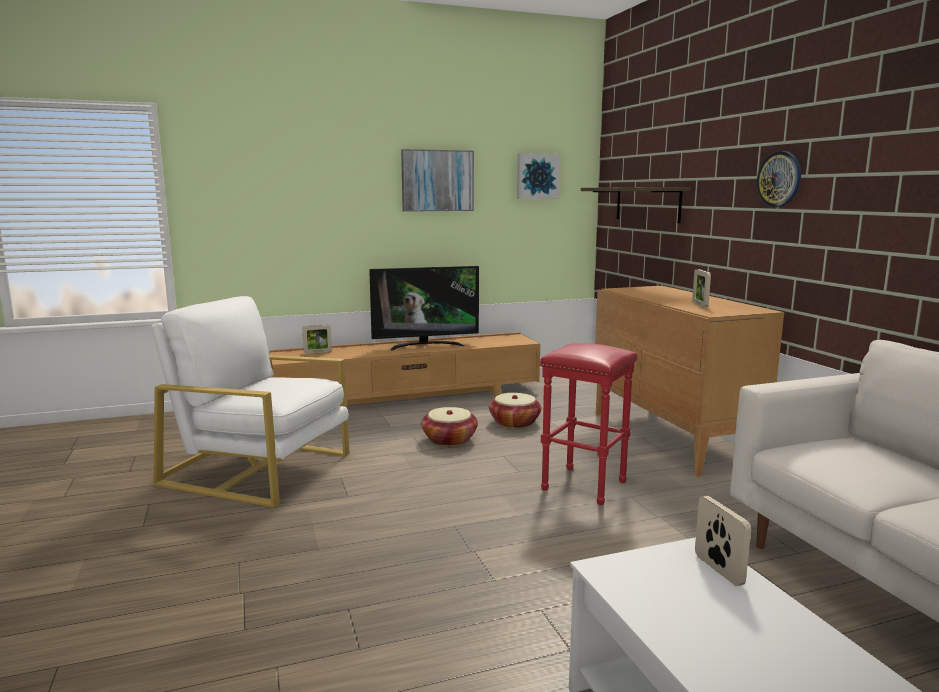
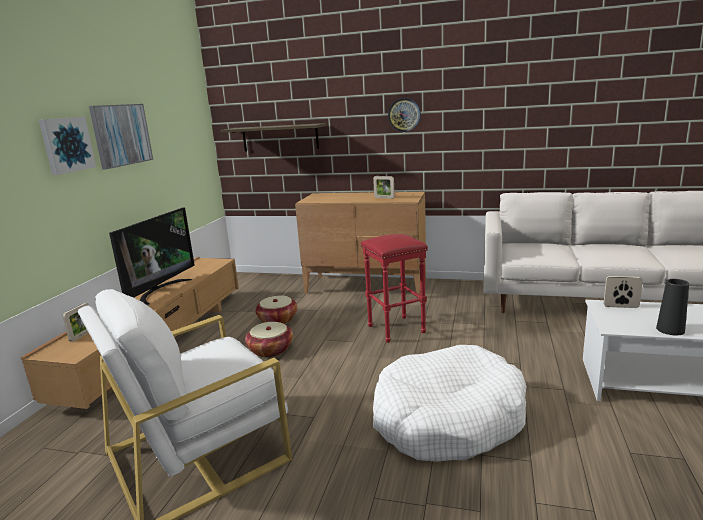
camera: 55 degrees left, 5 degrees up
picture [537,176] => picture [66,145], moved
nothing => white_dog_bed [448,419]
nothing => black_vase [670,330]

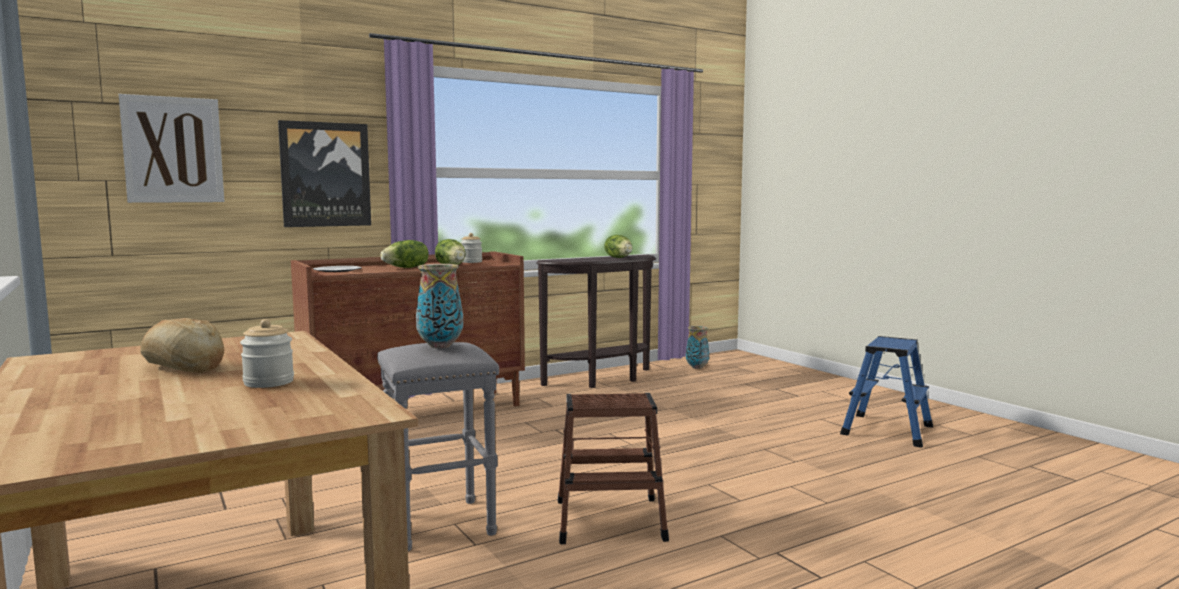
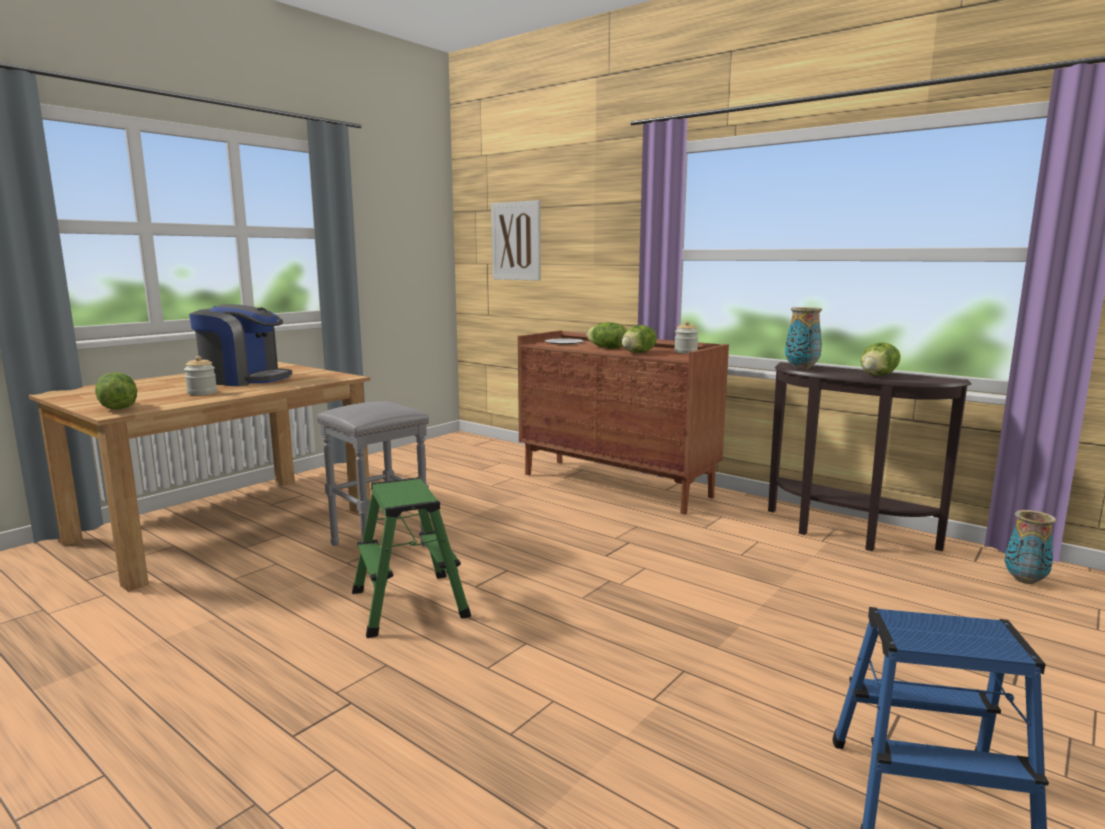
camera: 70 degrees right, 5 degrees up
bread [183,368] => coffee_machine [244,380]
picture [325,174] => nothing
vase [441,346] => vase [802,368], moved
brown_step_ladder [609,519] => green_step_ladder [409,603]
nothing => lettuce [117,408]

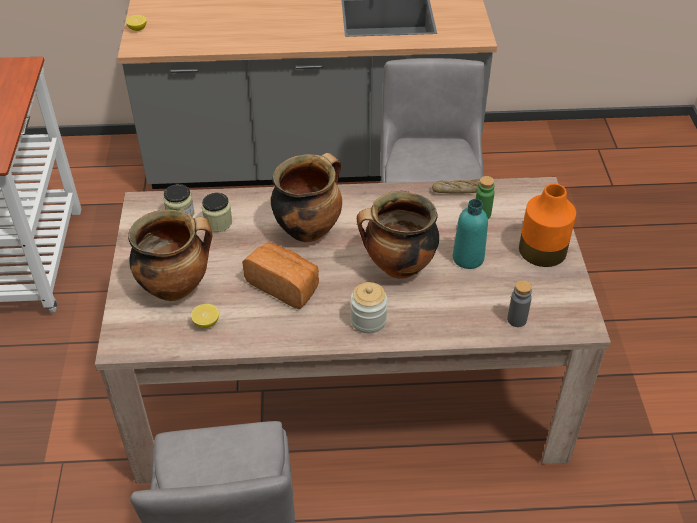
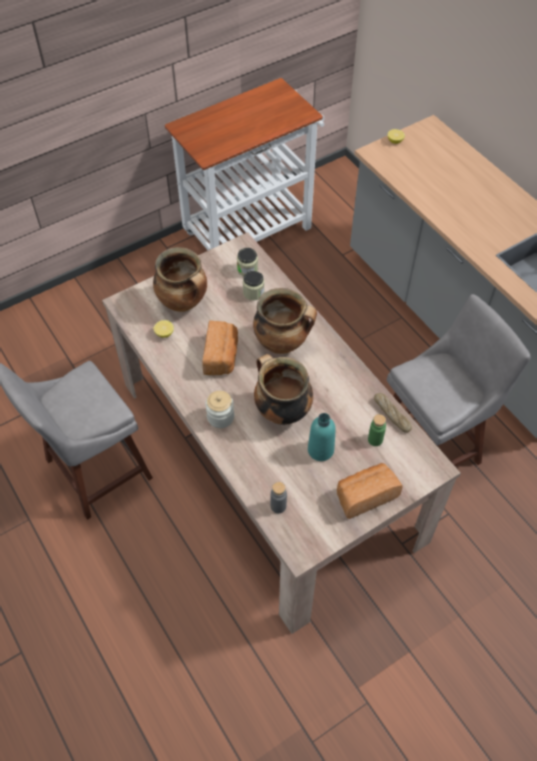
camera: 60 degrees right, 10 degrees up
orange_vase [543,249] => bread [365,495]

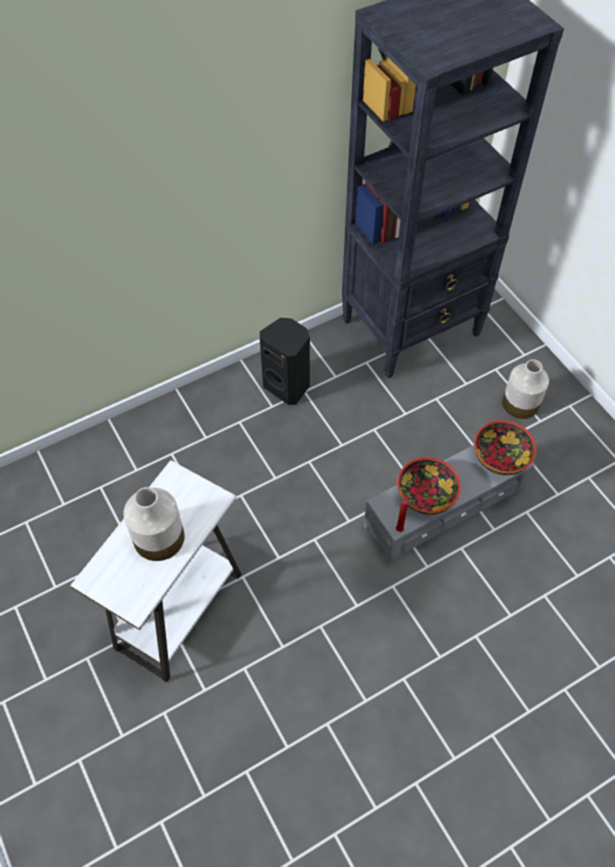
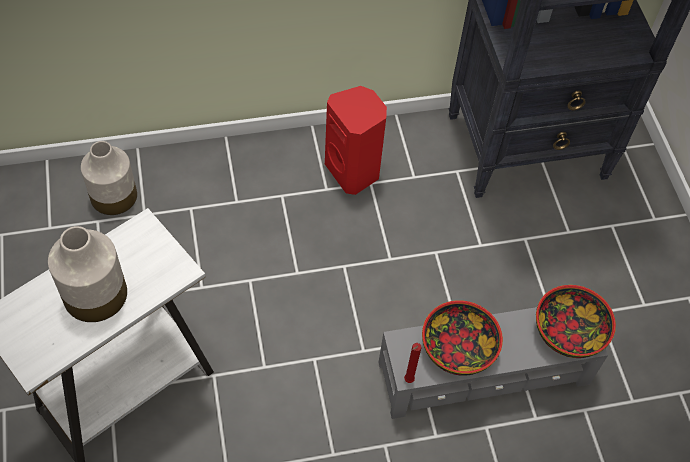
camera: 15 degrees right, 0 degrees up
black_speaker [288,385] => red_speaker [354,171]
beige_vase [521,403] => beige_vase [114,195], moved

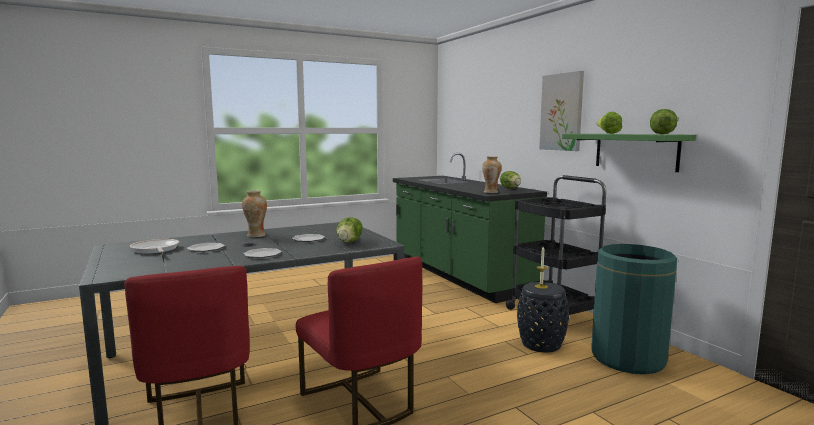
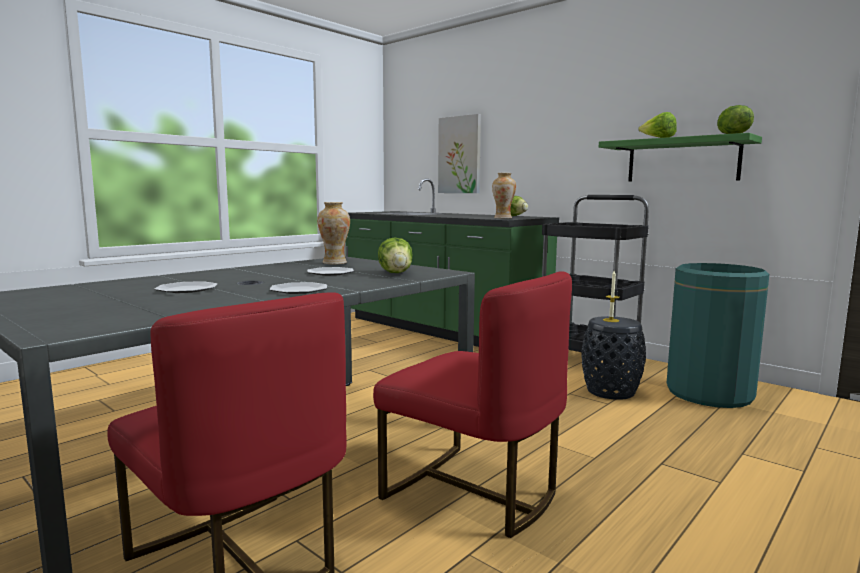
camera: 20 degrees left, 0 degrees up
frying_pan [155,250] => nothing
vase [256,235] => vase [334,263], moved
picture [562,112] => picture [460,155], moved

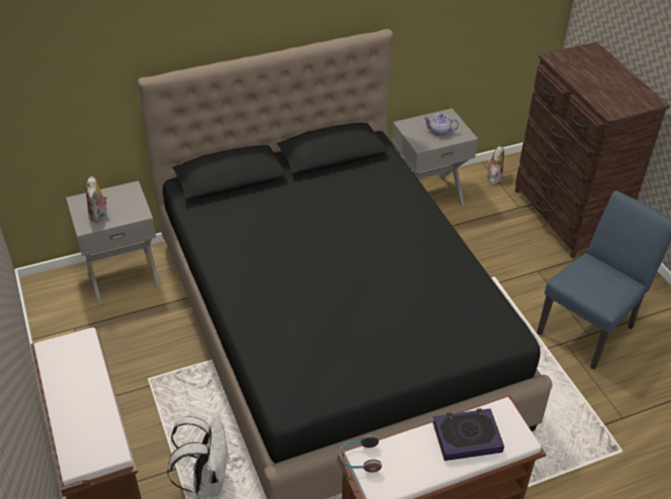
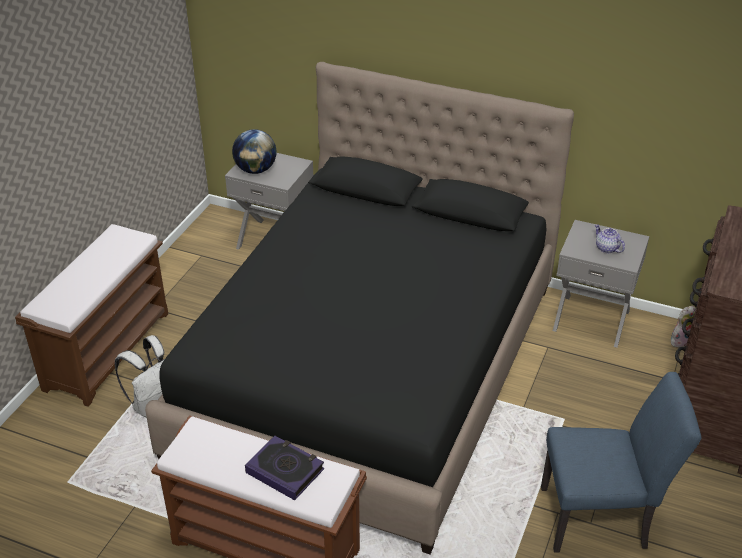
camera: 45 degrees right, 5 degrees down
plush_toy [99,215] => globe [256,170]
headphones [359,459] => nothing

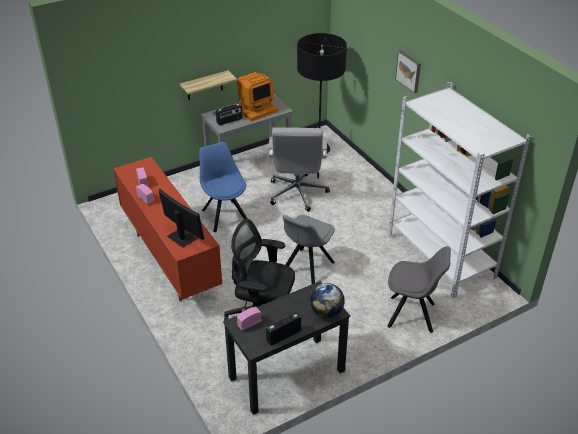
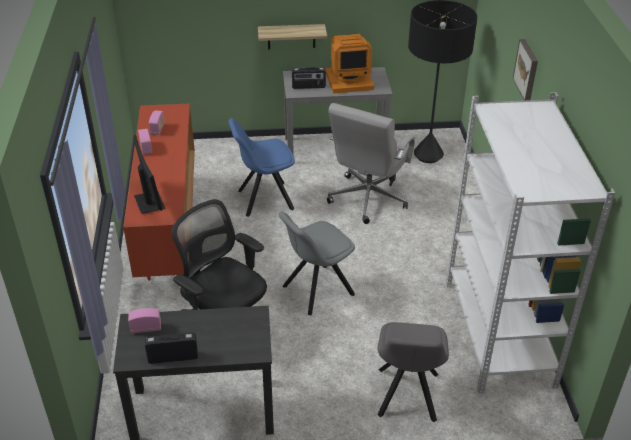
camera: 25 degrees right, 0 degrees up
blue_chair [224,216] => blue_chair [265,199], 105 degrees counterclockwise
globe [326,312] => nothing
grey_chair [412,315] => grey_chair [407,395], 60 degrees clockwise

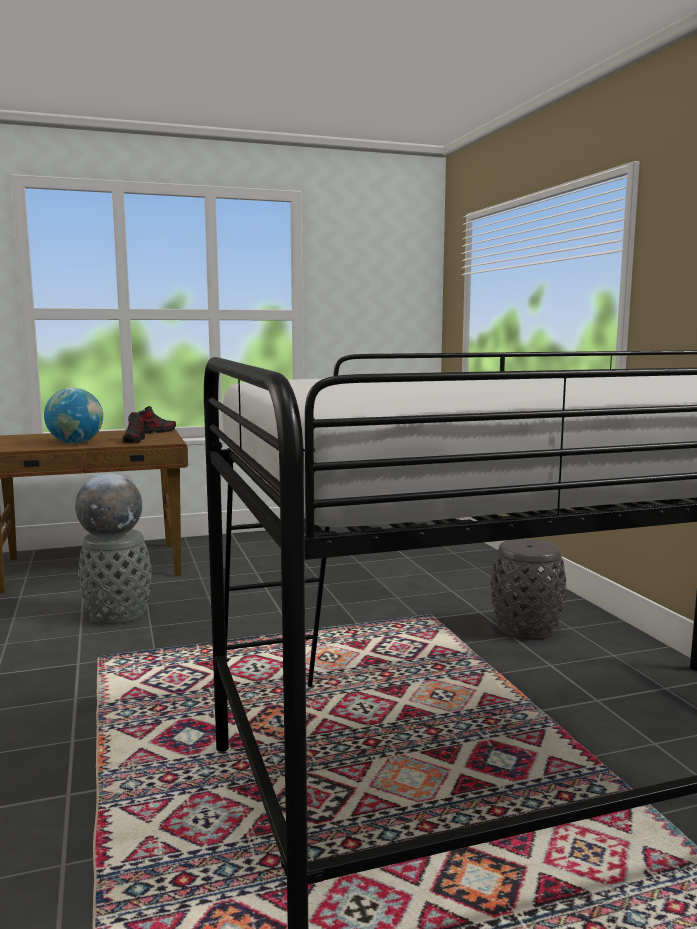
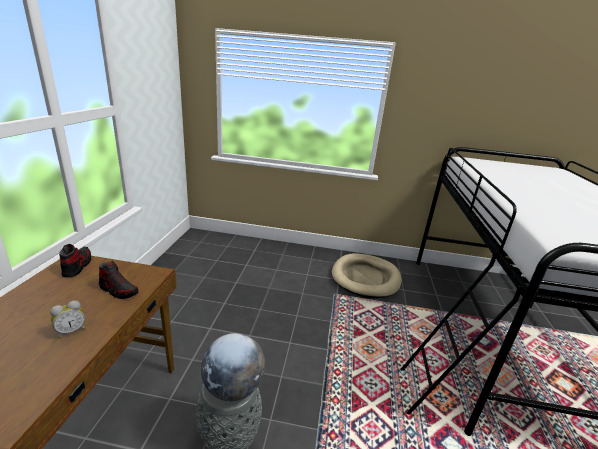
camera: 65 degrees left, 15 degrees up
globe [76,443] => alarm_clock [71,331]
grey_stool [526,629] => beige_dog_bed [365,278]

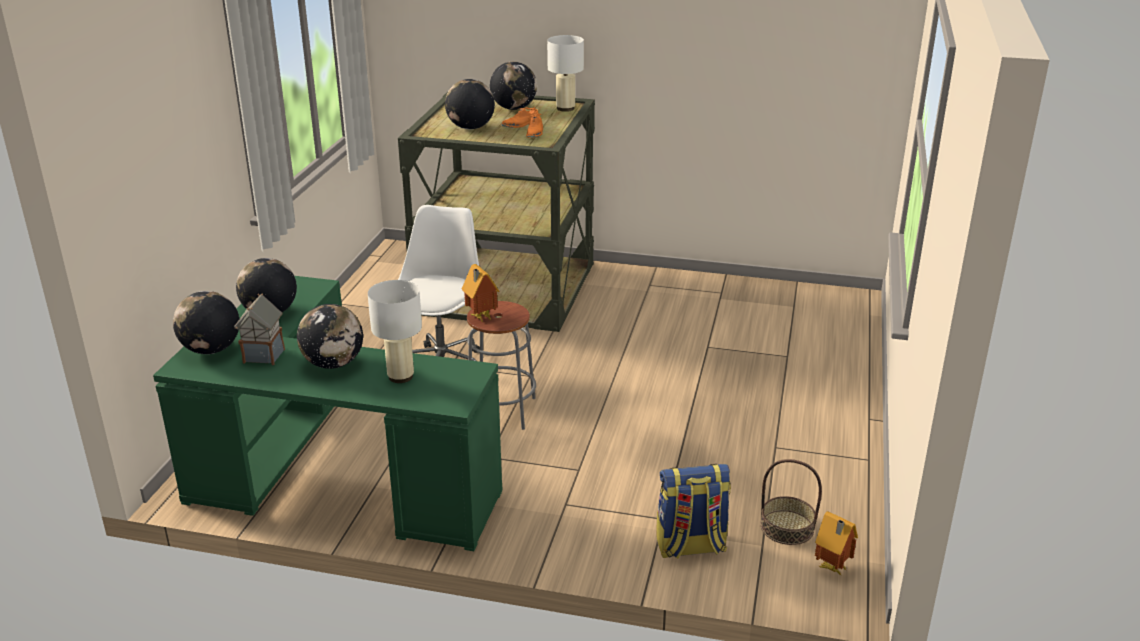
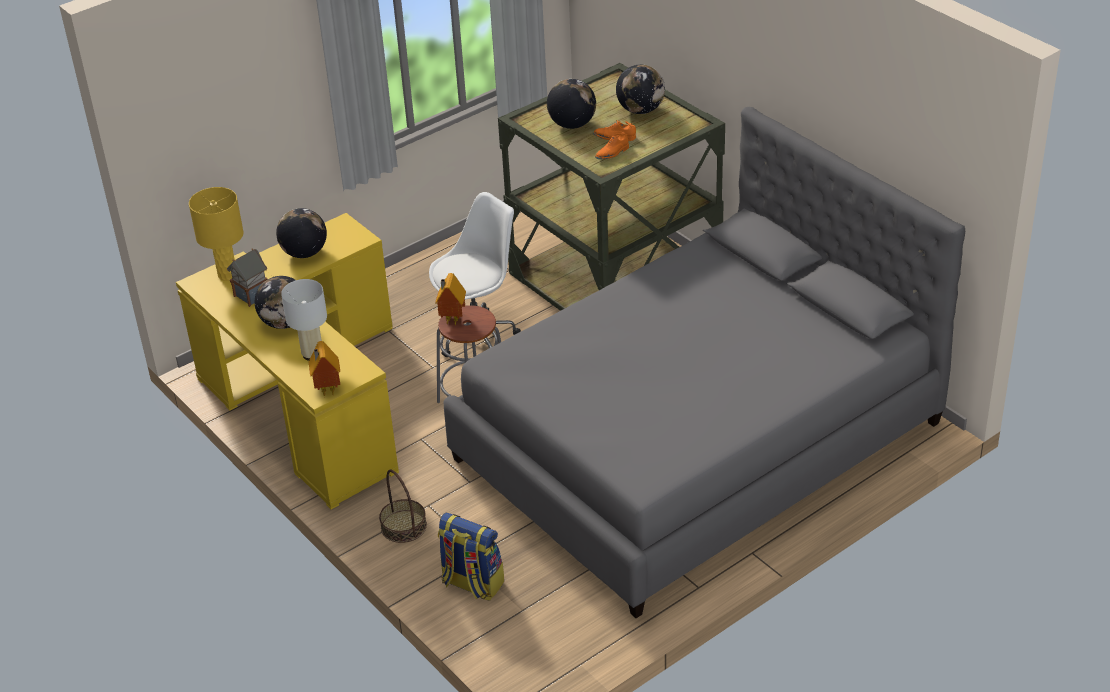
camera: 40 degrees right, 10 degrees up
green_desk [326,471] => yellow_desk [304,397]
globe [211,349] => yellow_table_lamp [227,275]
white_table_lamp [566,108] => nothing
basket [787,527] => basket [403,526], moved
toy_house [831,569] => toy_house [326,390], moved
nothing => grey_bed [698,441]

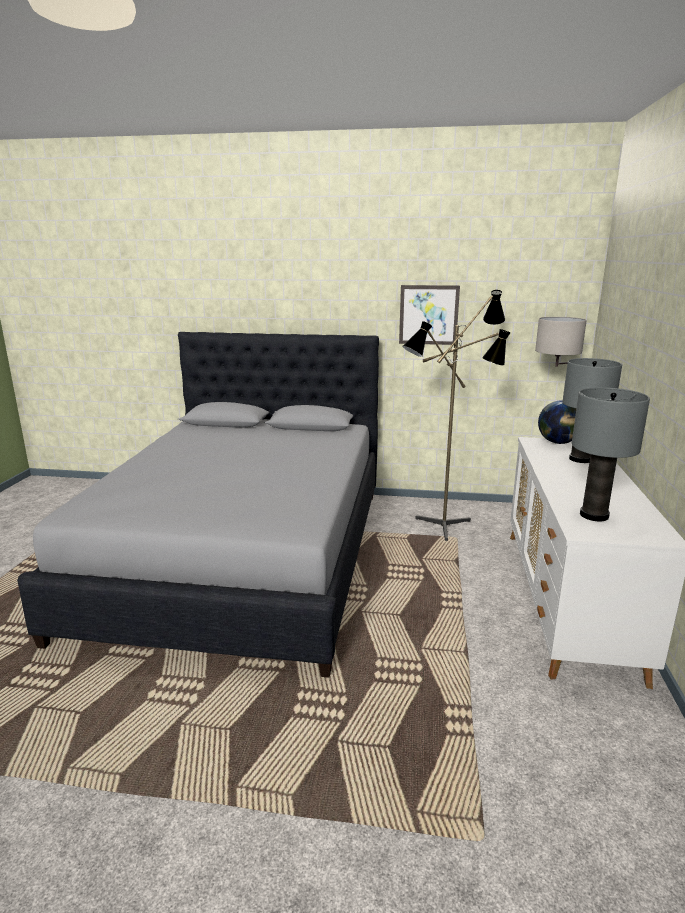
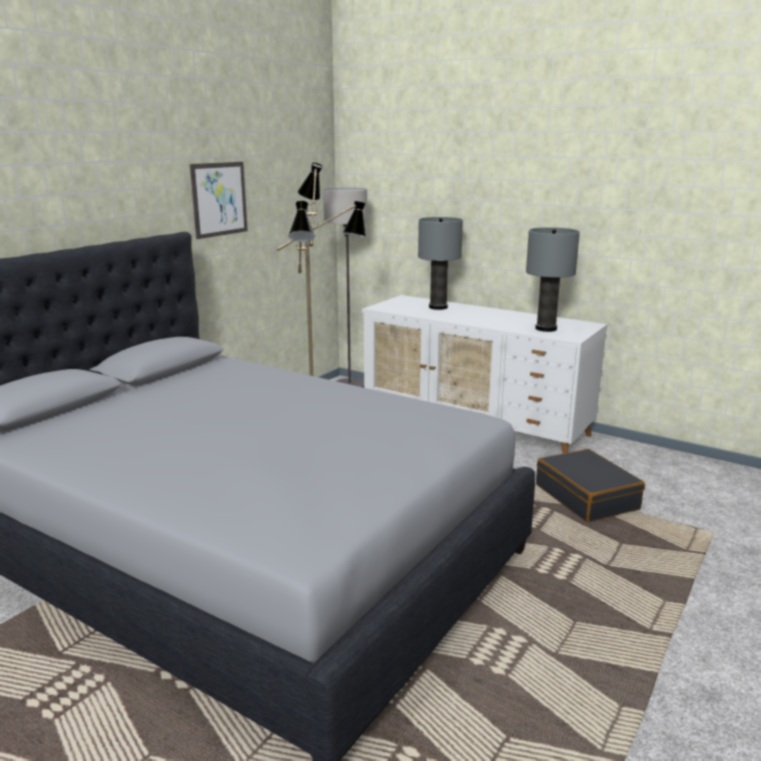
camera: 65 degrees left, 0 degrees up
globe [558,442] => nothing
nothing => black_suitcase [587,497]

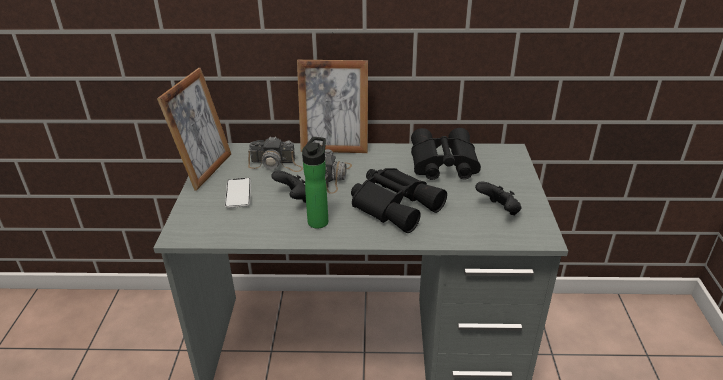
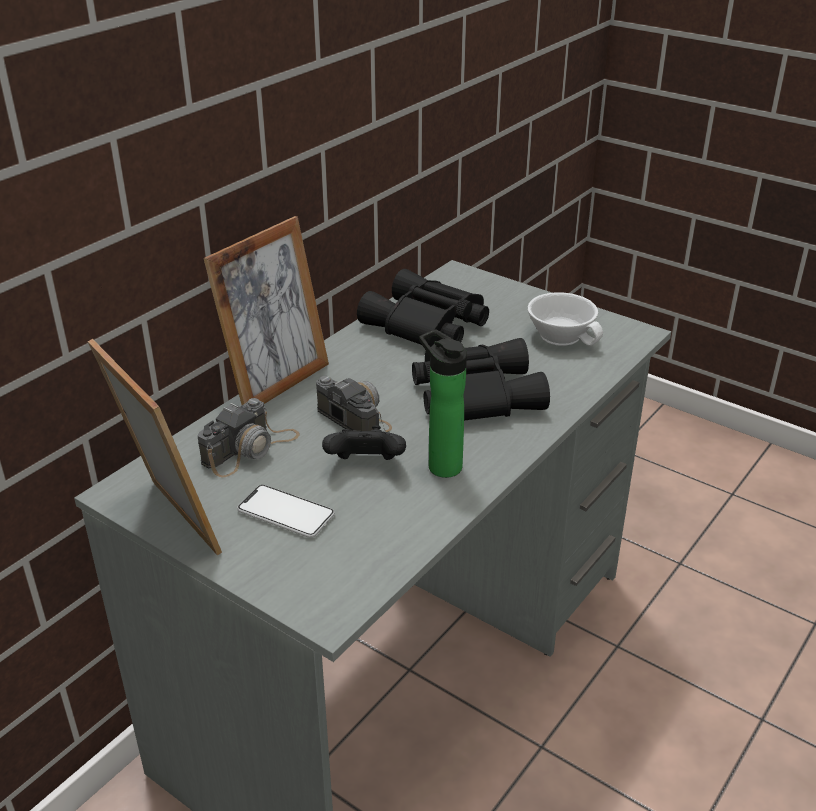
camera: 55 degrees left, 0 degrees up
black_game_controller [498,211] => white_cup [563,335]

